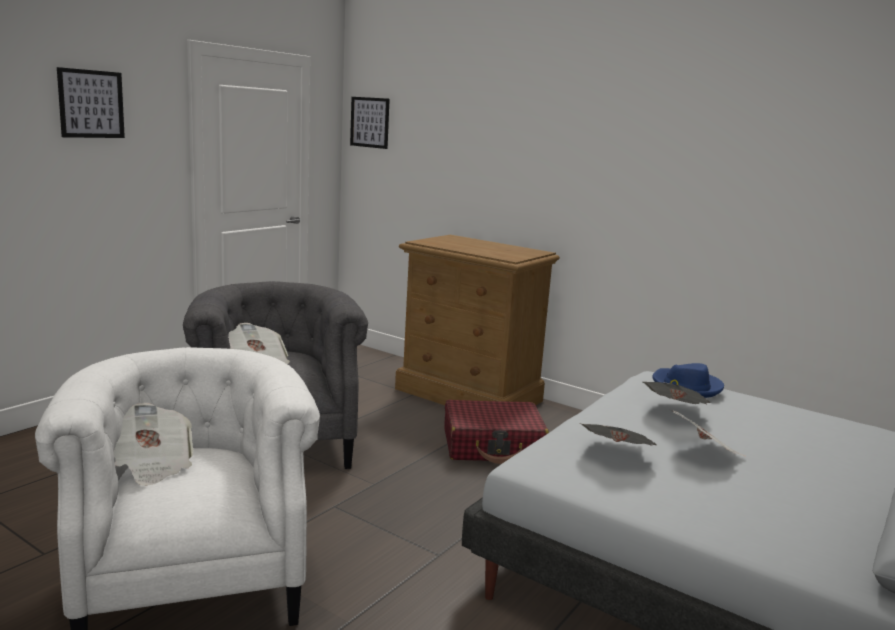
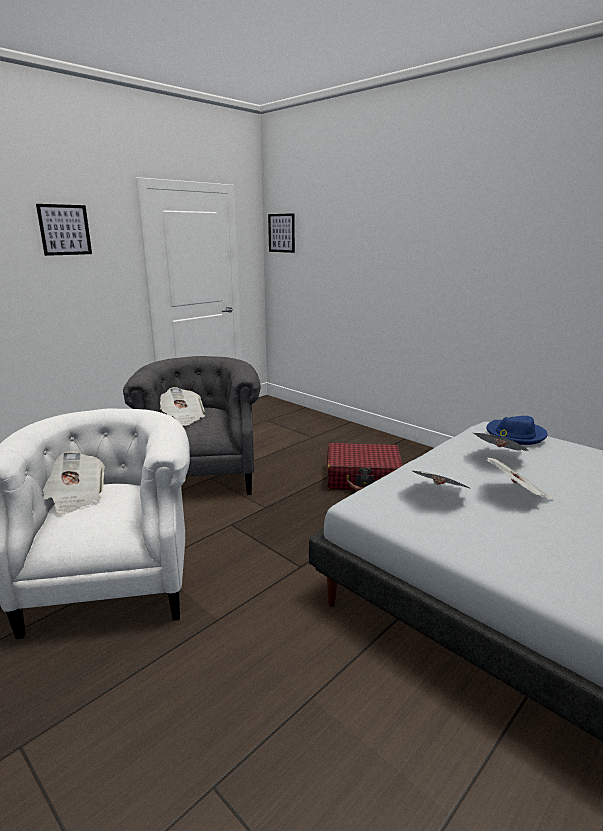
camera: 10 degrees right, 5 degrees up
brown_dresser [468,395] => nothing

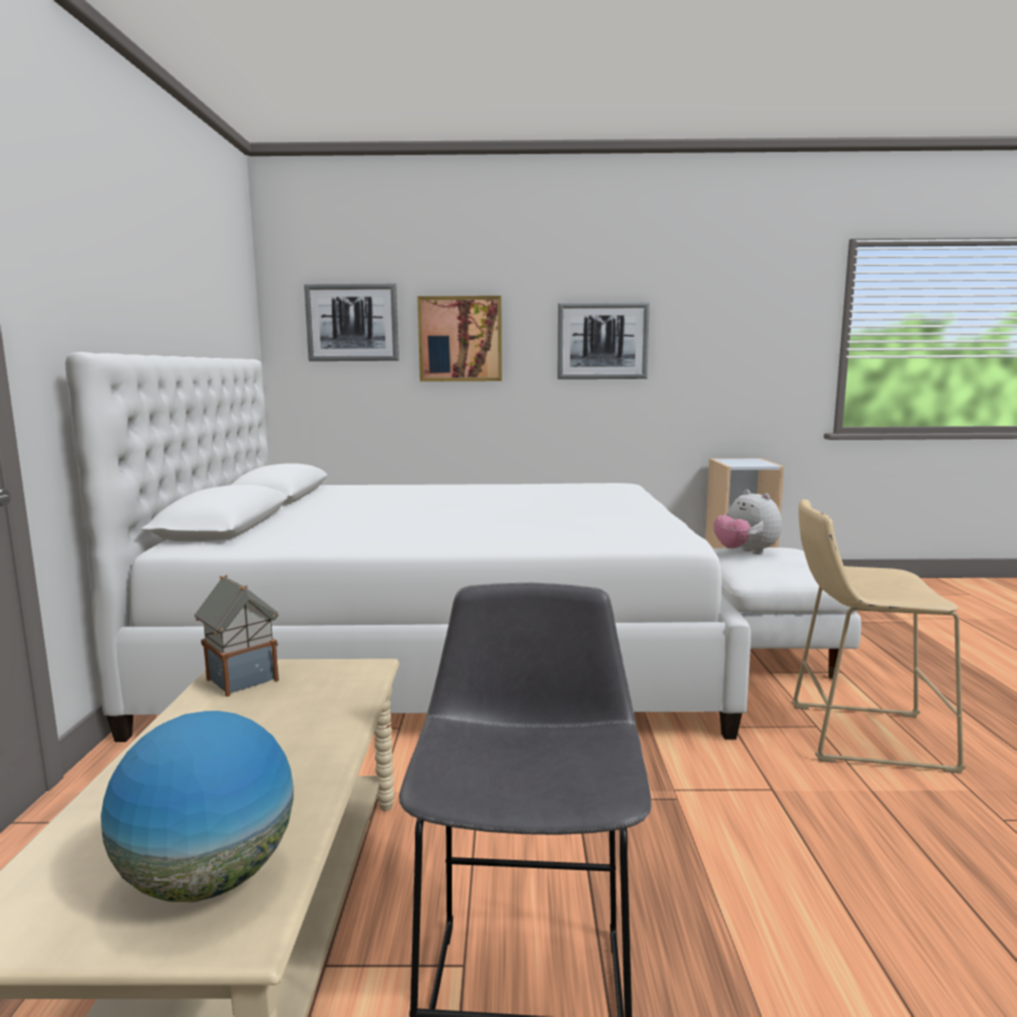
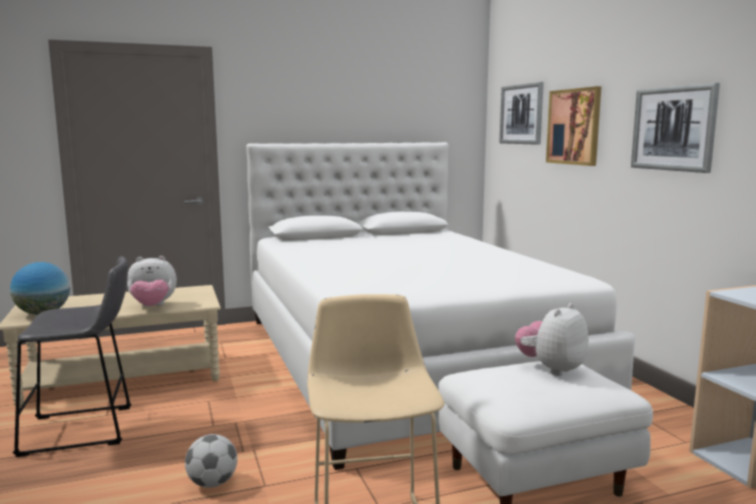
camera: 70 degrees right, 0 degrees up
toy_house [241,679] => nothing
nothing => plush_toy [153,307]
nothing => football [212,483]

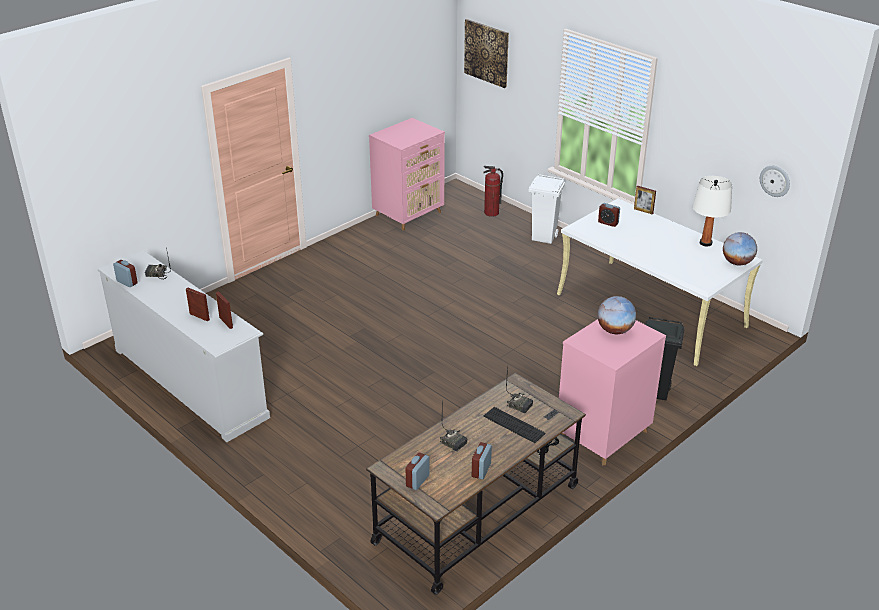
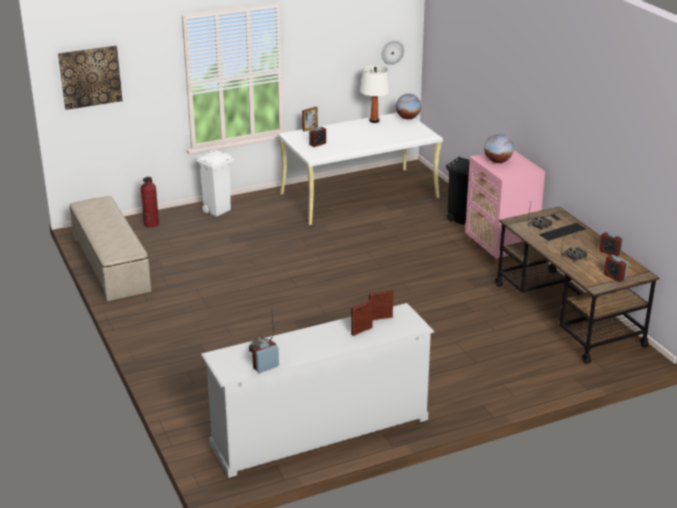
camera: 70 degrees left, 5 degrees down
pink_dresser [409,214] => beige_bench [110,263]

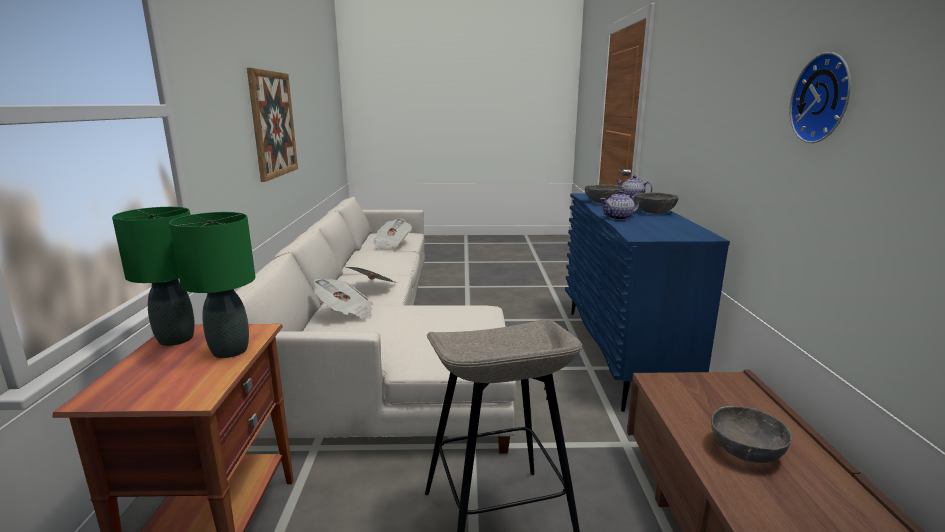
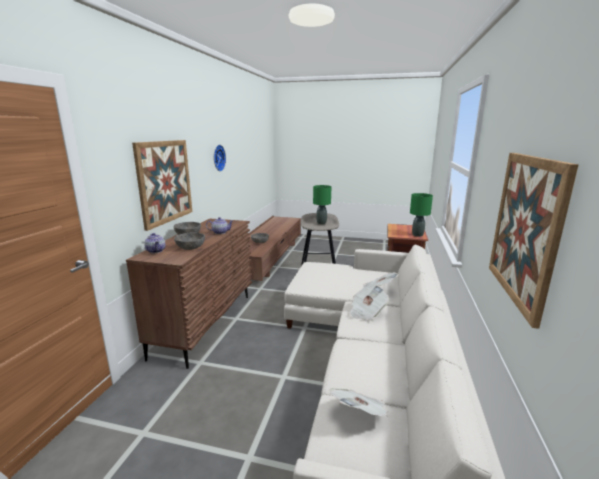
camera: 165 degrees left, 0 degrees up
green_table_lamp [229,351] => green_table_lamp [321,223], moved
blue_dresser [621,353] => brown_dresser [206,324]
nothing => picture [165,182]

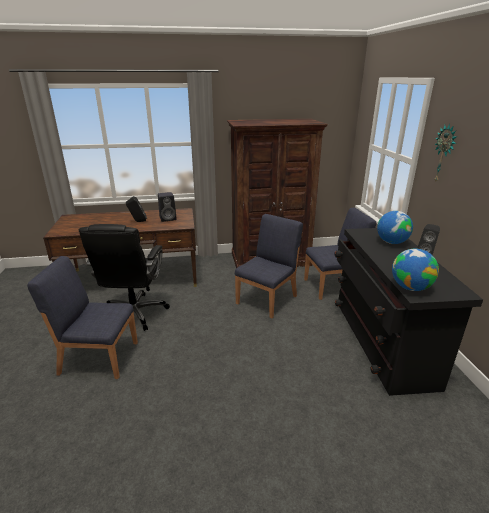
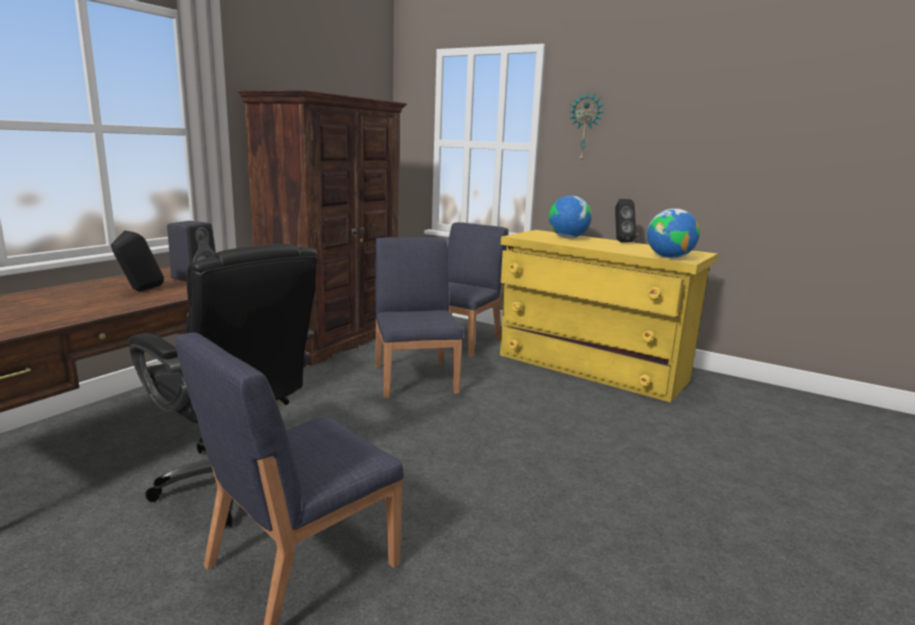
camera: 50 degrees left, 10 degrees down
black_dresser [379,342] => yellow_dresser [589,368]

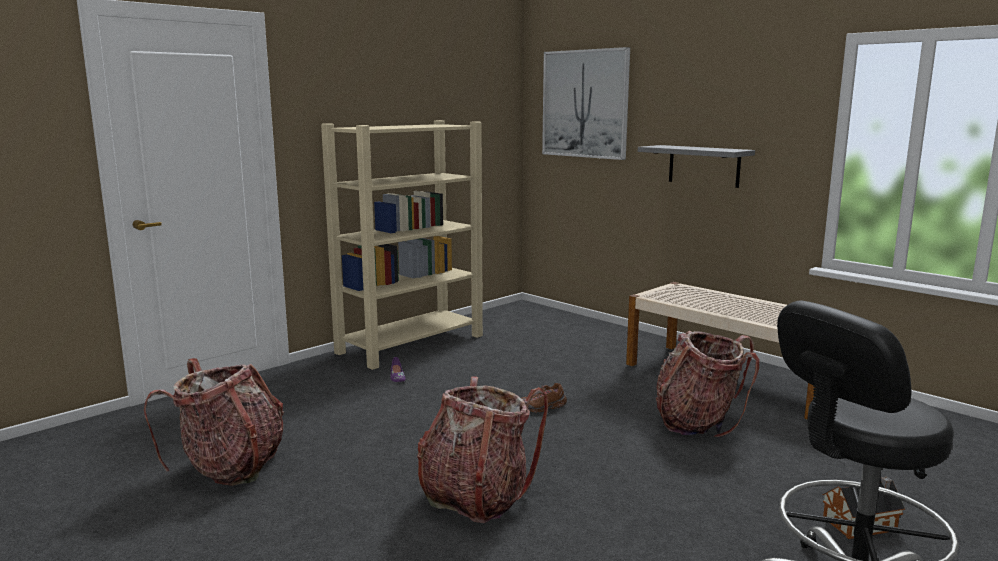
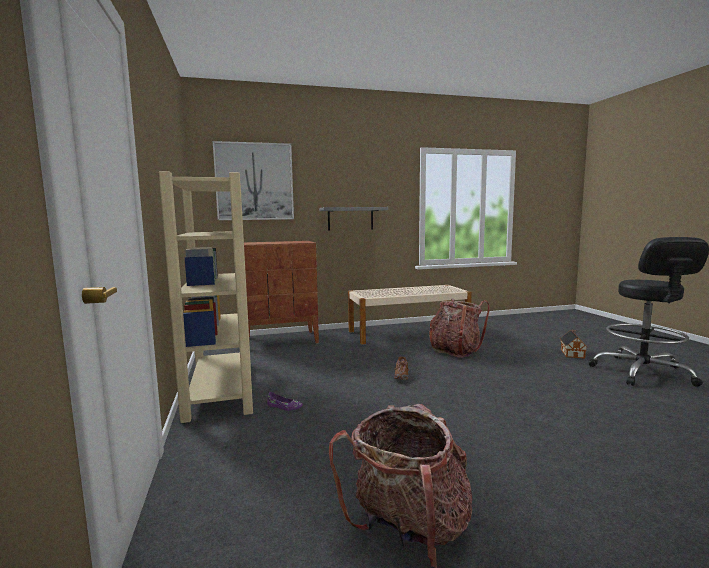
camera: 60 degrees left, 5 degrees down
backpack [476,497] => nothing
nothing => brown_dresser [281,340]

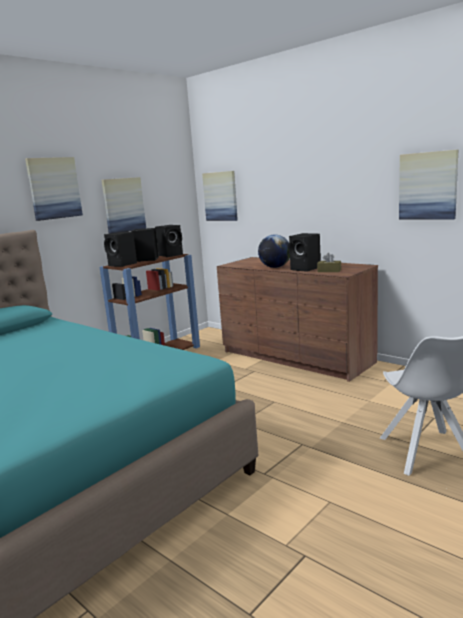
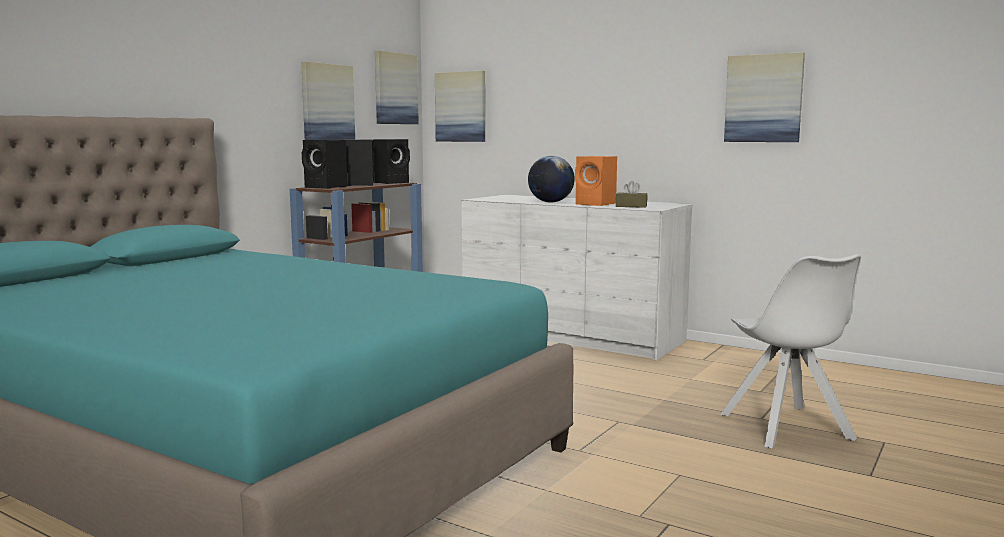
camera: 10 degrees left, 5 degrees down
picture [54,188] => picture [395,88], moved
brown_dresser [296,357] => white_dresser [571,335]
black_speaker [306,269] => orange_speaker [596,204]

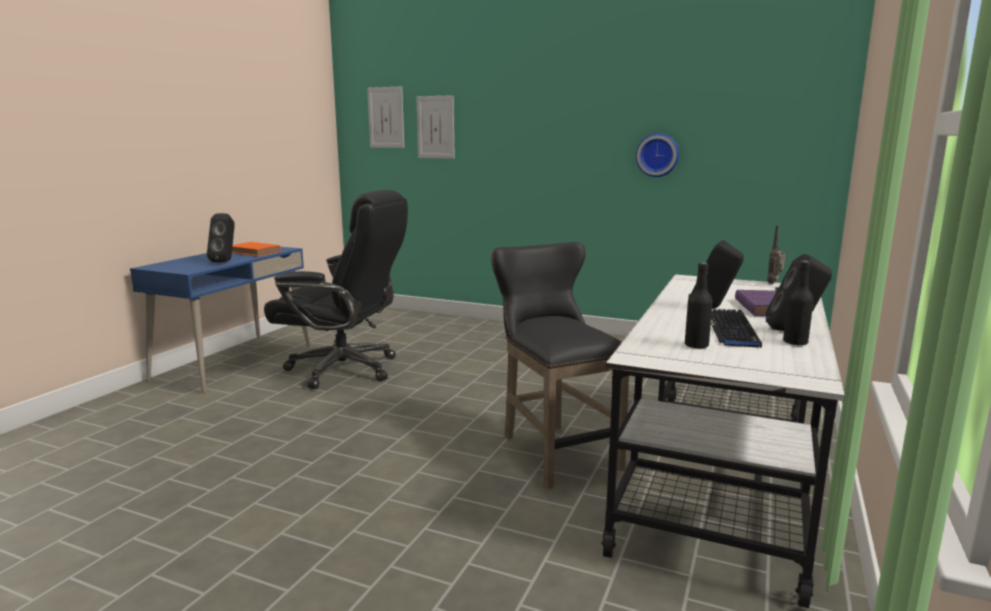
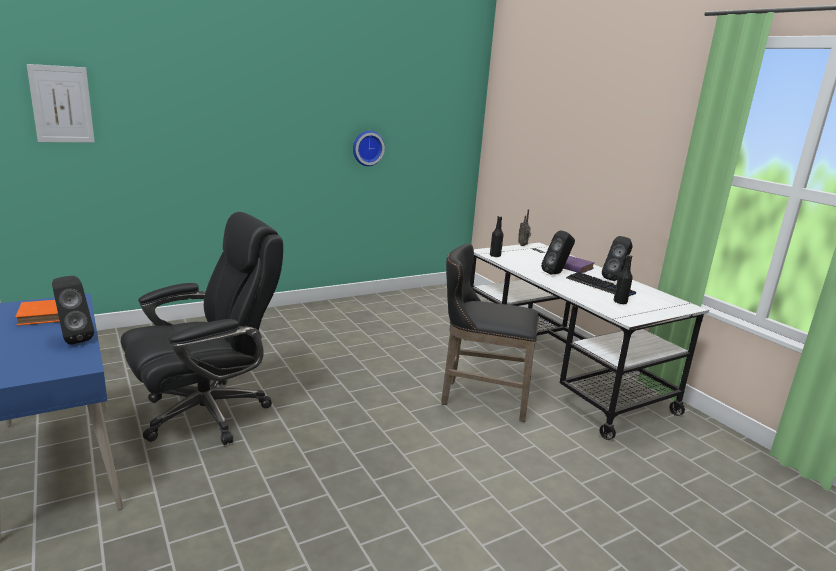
camera: 55 degrees left, 5 degrees up
picture [435,127] => nothing
black_bottle [795,342] => black_bottle [495,256], moved

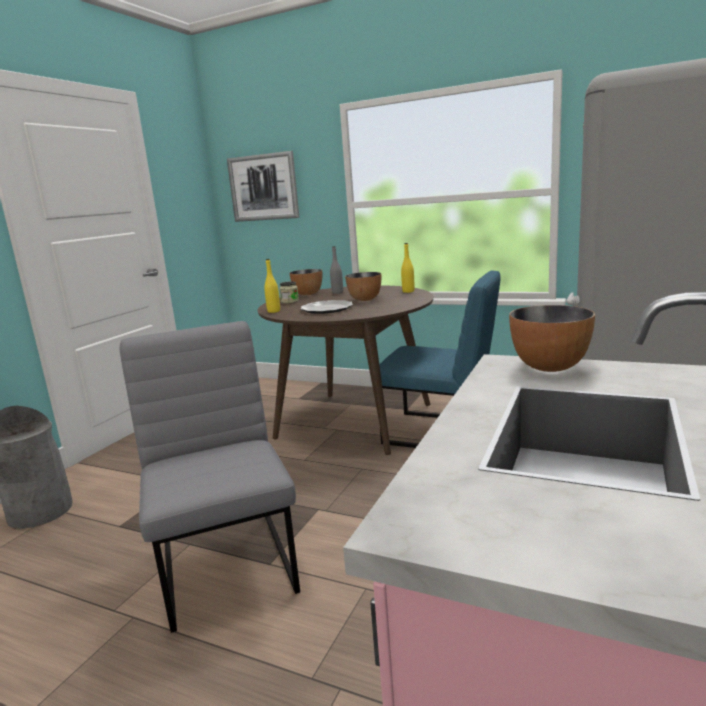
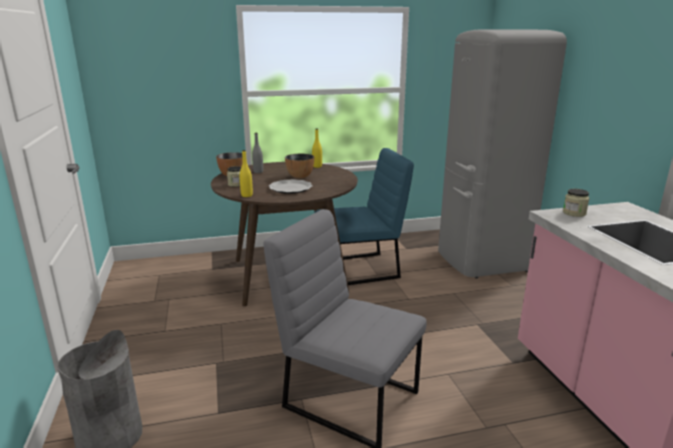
camera: 40 degrees left, 5 degrees up
picture [263,187] => nothing
bowl [549,367] => jar [574,213]

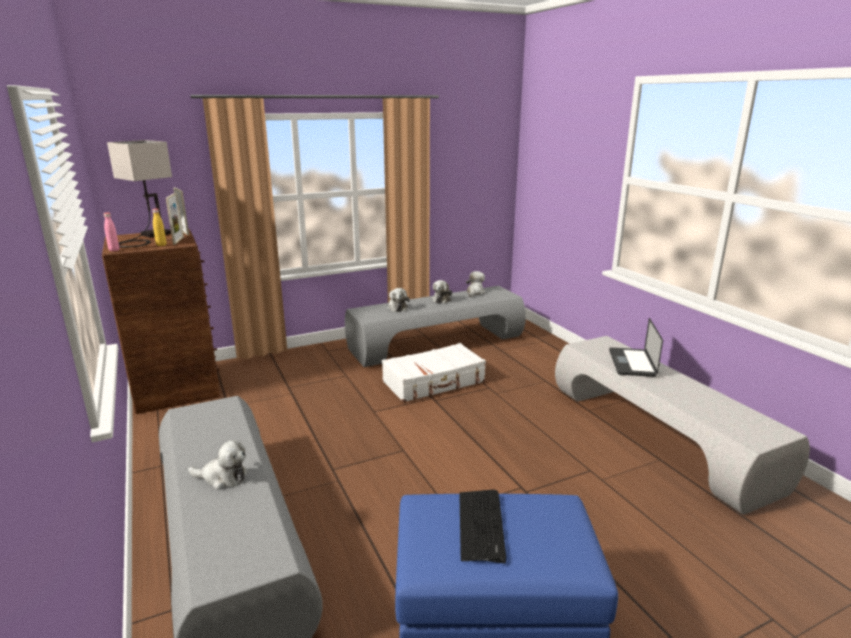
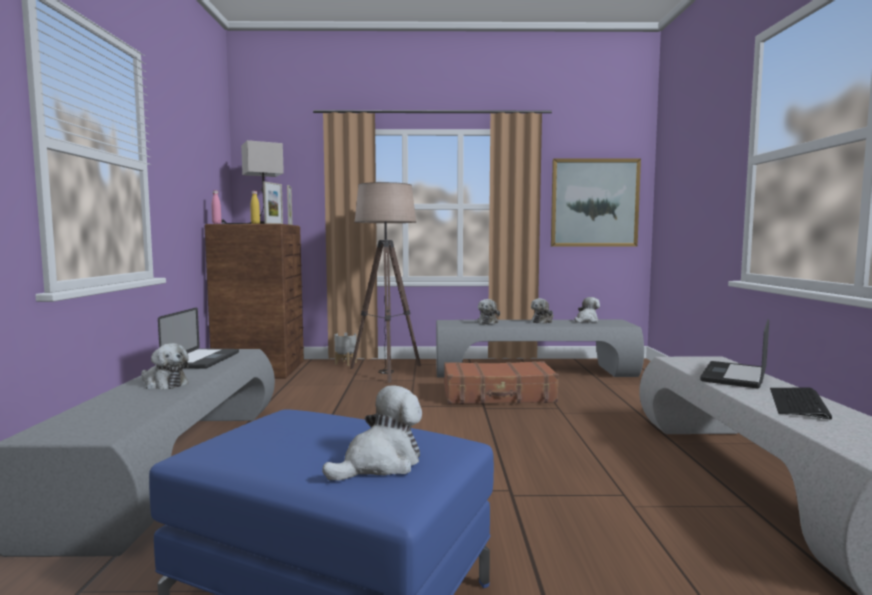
camera: 25 degrees right, 15 degrees down
white_suitcase [434,382] => brown_suitcase [498,396]
keyboard [481,525] => keyboard [799,403], moved
nothing => laptop [202,360]
nothing => plush_toy [380,464]
nothing => grey_planter [345,363]
nothing => floor_lamp [387,371]
nothing => picture [594,203]

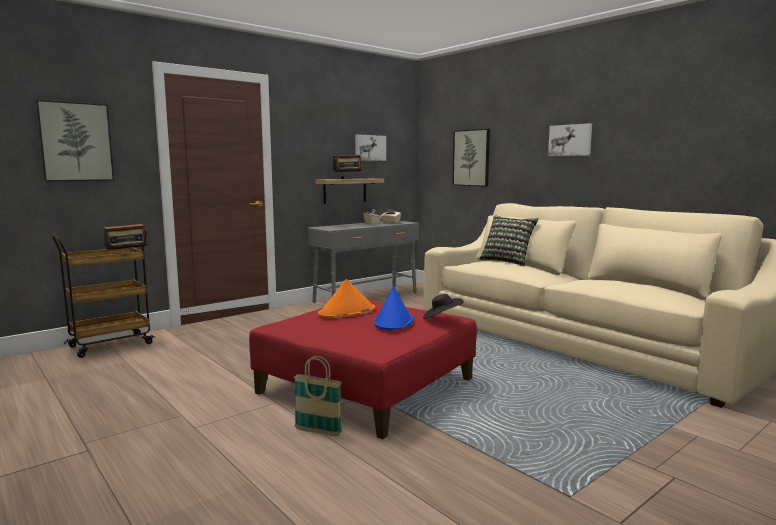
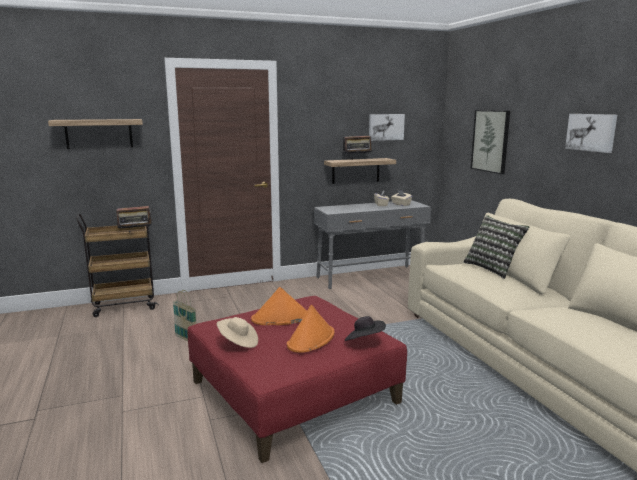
camera: 20 degrees right, 5 degrees up
picture [76,142] => shelf [99,134]
basket [318,431] => basket [186,339], moved
blue_hat [393,322] => orange_hat [311,339]
nothing => beige_hat [238,342]

